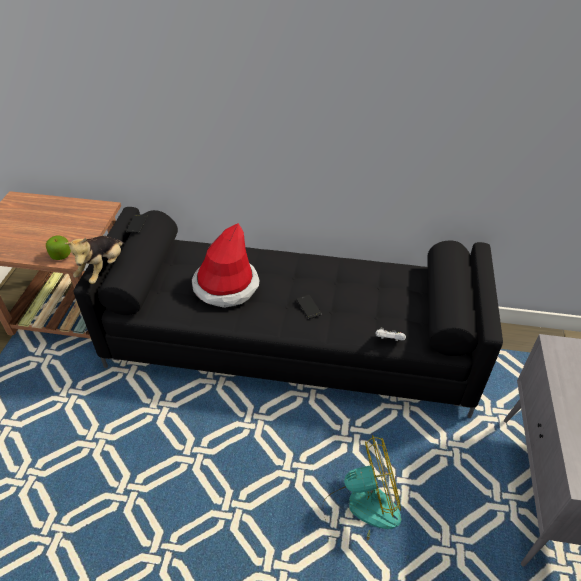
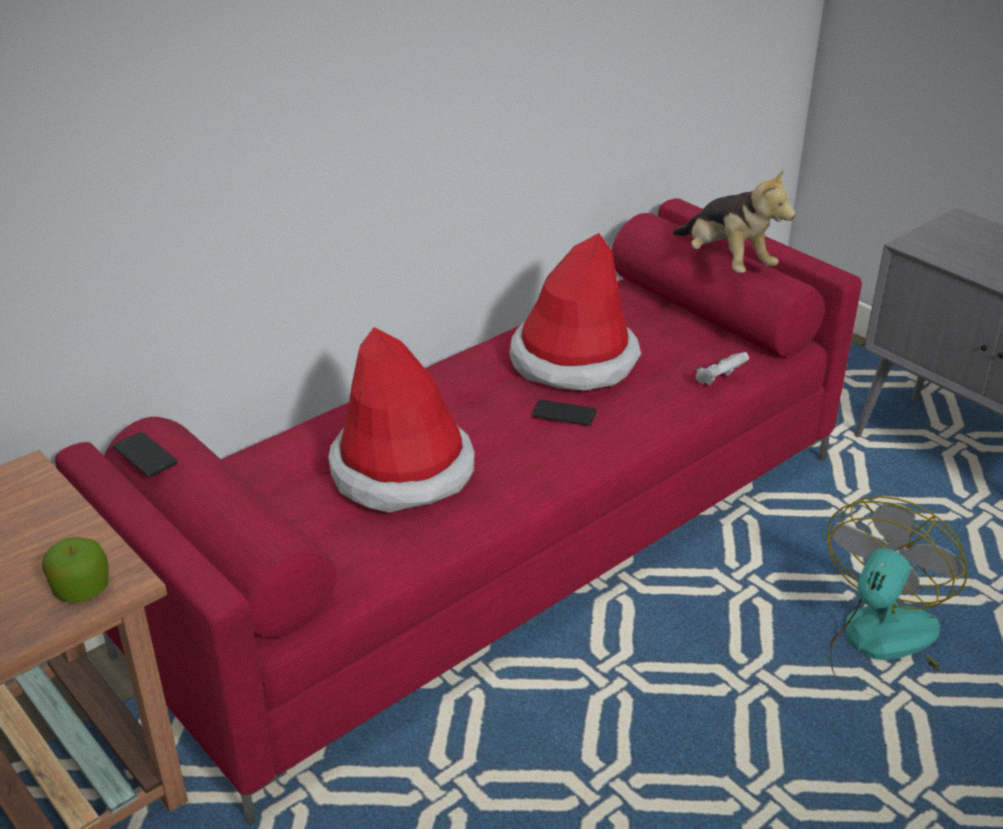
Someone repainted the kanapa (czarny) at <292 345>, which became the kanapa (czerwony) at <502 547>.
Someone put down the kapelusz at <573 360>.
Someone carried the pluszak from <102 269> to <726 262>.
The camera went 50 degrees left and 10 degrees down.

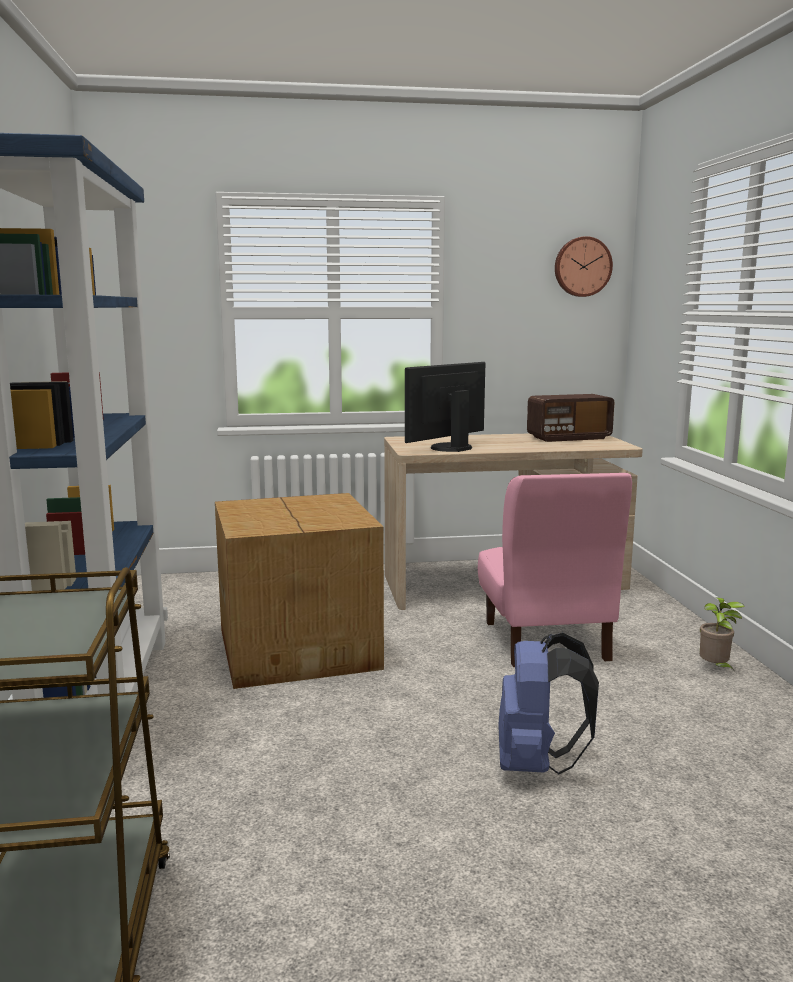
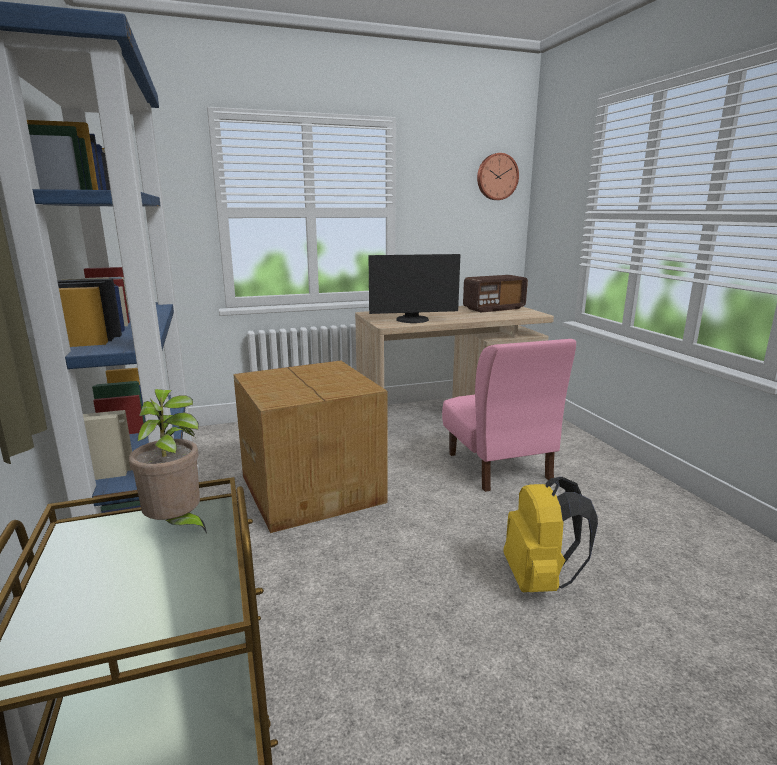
Someone carried the roślina doniczkowa from <715 669> to <177 527>.
Someone rotated the monitor at <449 448> by 135 degrees counterclockwise.
Someone repainted the plecak (niebieski) at <536 764>, which became the plecak (żółty) at <540 580>.
The camera went 10 degrees left and 5 degrees up.

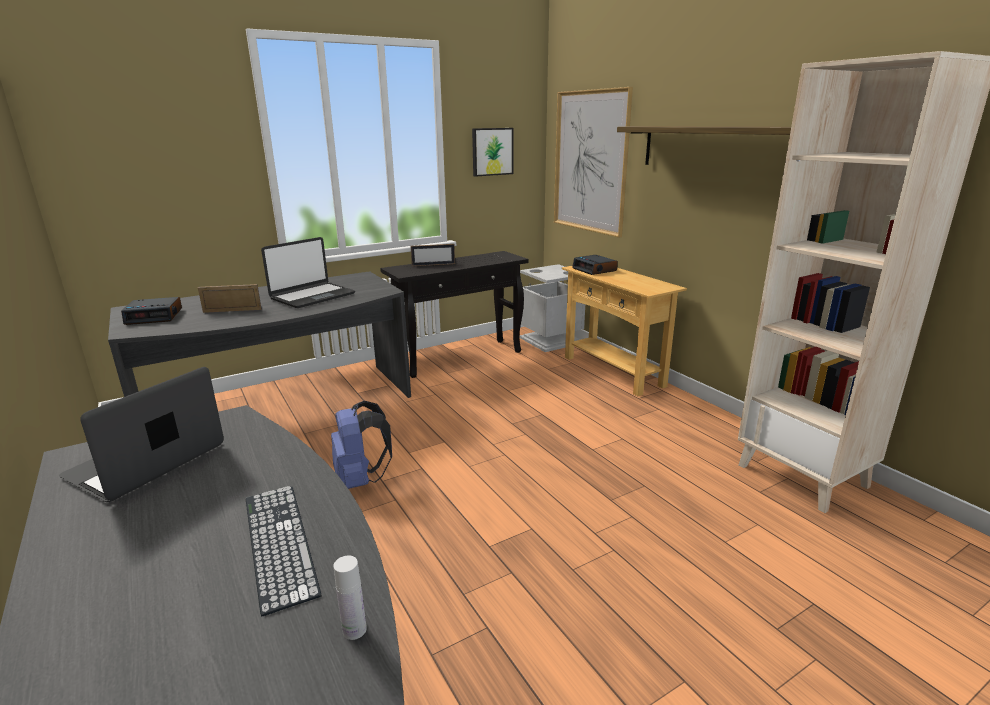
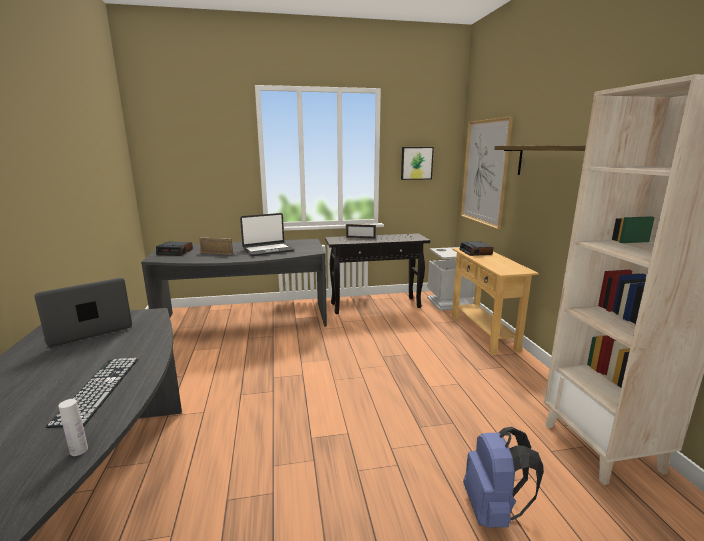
Someone carried the plecak (niebieski) from <360 480> to <493 510>.
The camera went 20 degrees right and 5 degrees down.

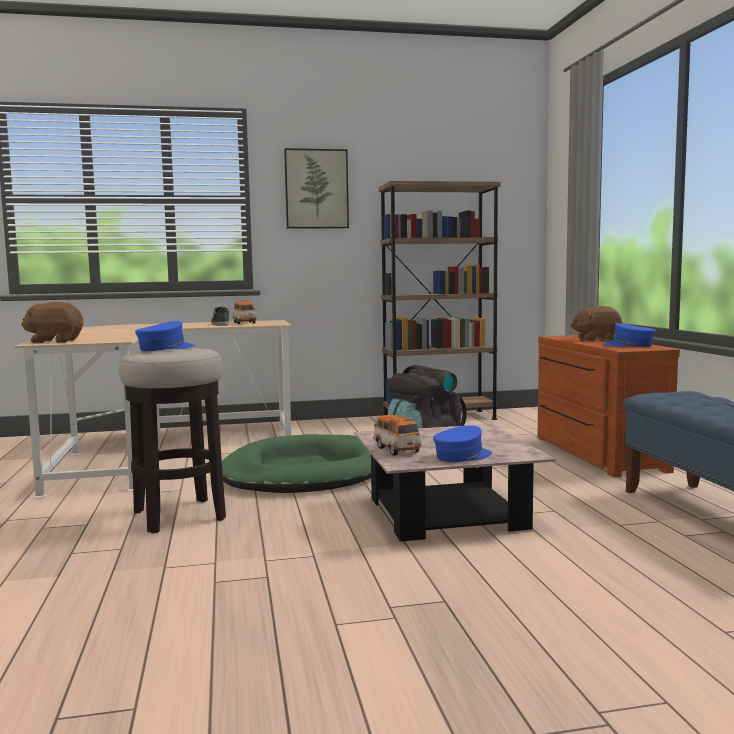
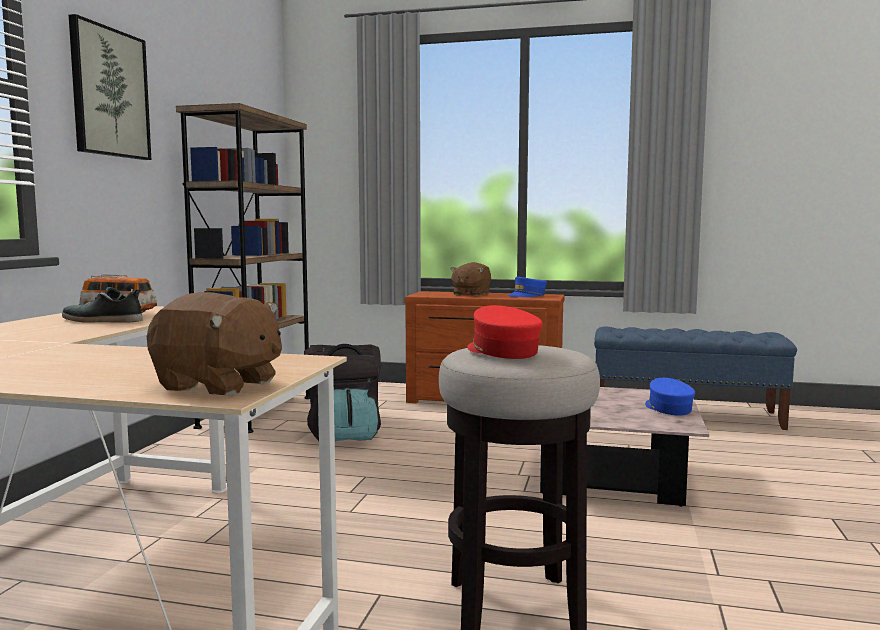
Someone rotated the pluszak (brązowy) at <55 341> by 90 degrees counterclockwise.
Someone repainted the czapka z daszkiem (niebieski) at <165 348>, which became the czapka z daszkiem (czerwony) at <502 351>.
Someone took away the legowisko (zielony) at <304 473>.
Someone took away the samochodzik at <396 450>.
The camera went 65 degrees left and 0 degrees up.

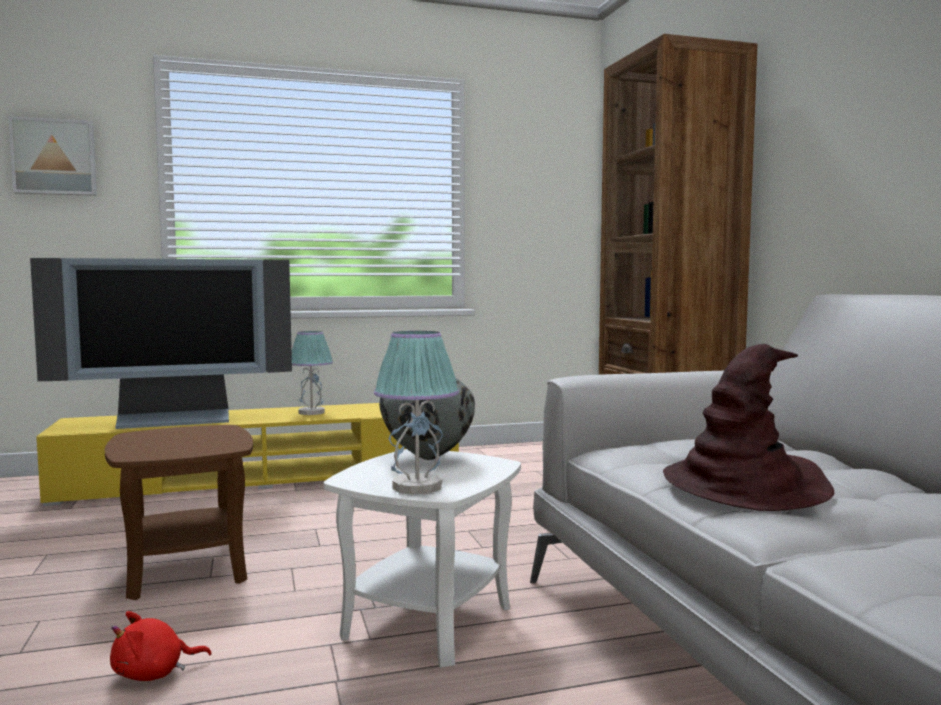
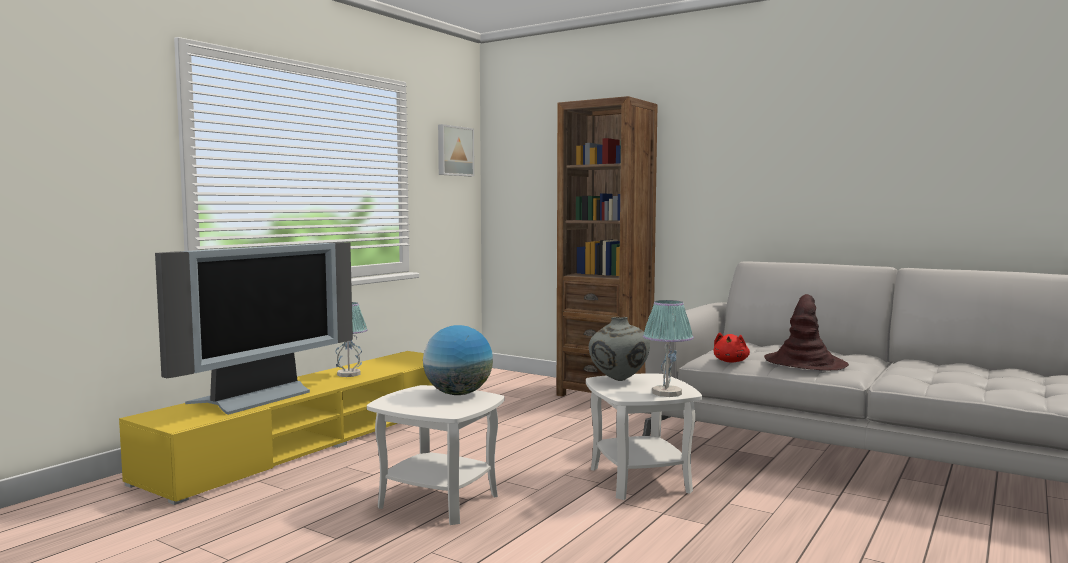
Someone repainted the stolik (brązowy) at <186 568>, which became the stolik (biały) at <439 501>.
Someone put down the globus at <458 394>.
Someone carried the obraz from <54 157> to <454 151>.
Someone carried the pluszak (czerwony) from <154 673> to <731 361>.
The camera went 40 degrees left and 0 degrees up.

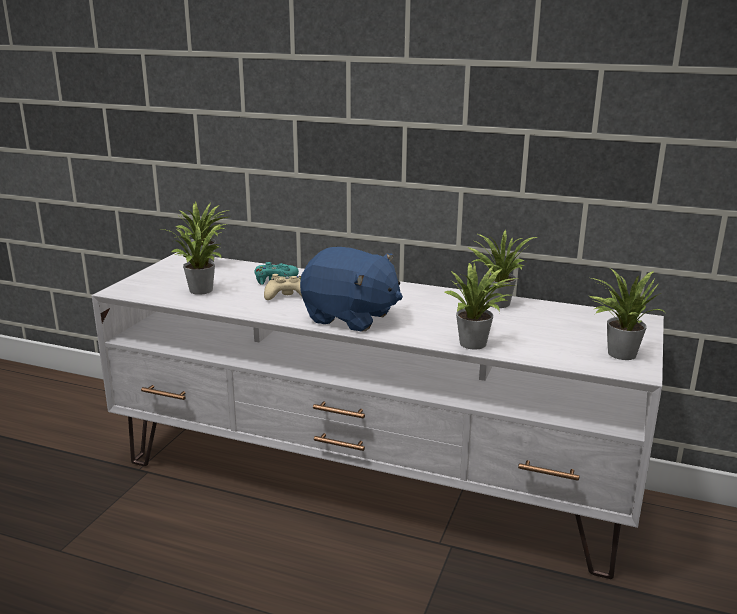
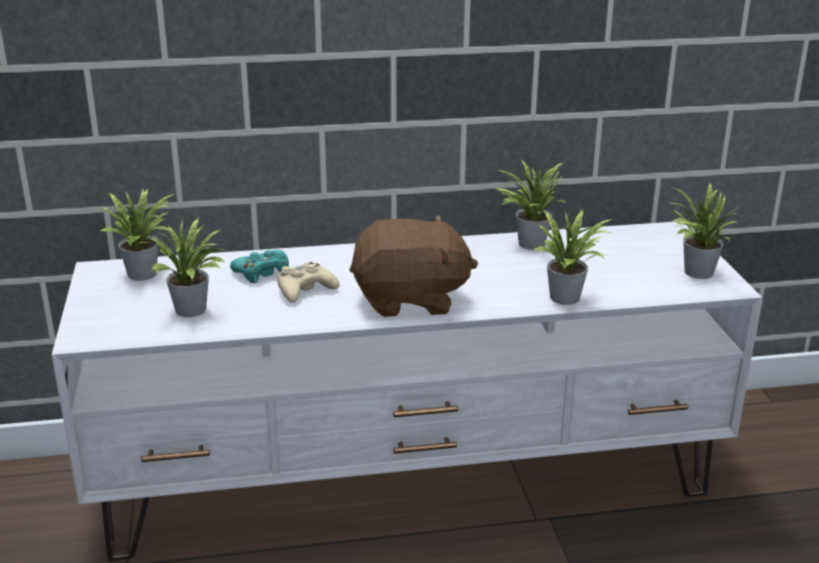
Someone repainted the pluszak (niebieski) at <350 317>, which became the pluszak (brązowy) at <410 300>.
The camera went 30 degrees left and 5 degrees up.

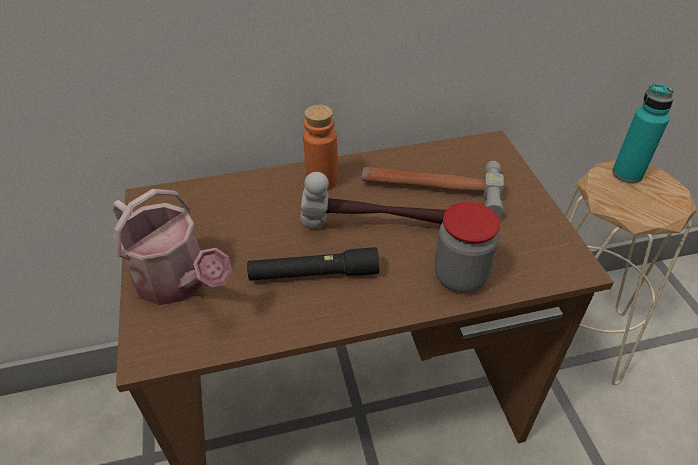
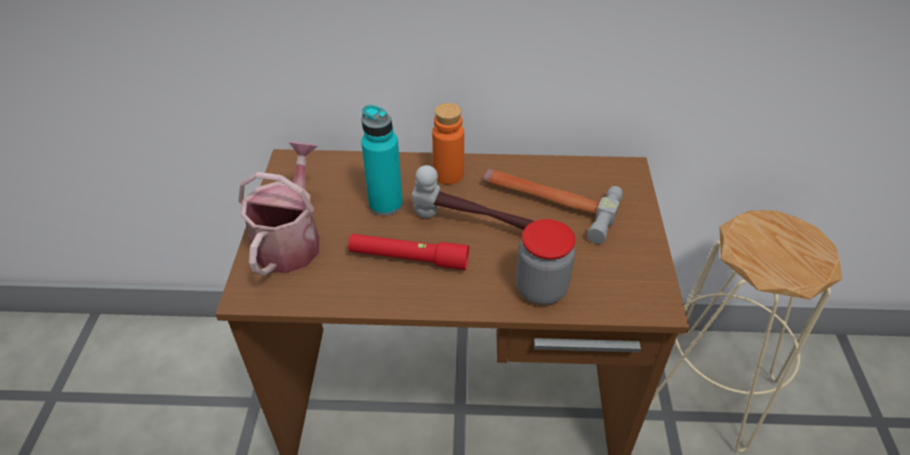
Someone rotated the konewka at <178 282> by 135 degrees counterclockwise.
Someone repainted the latarka (czarny) at <314 274>, which became the latarka (czerwony) at <408 258>.
Someone carried the butelka (turkusowy) from <627 174> to <385 204>.
The camera went 15 degrees right and 0 degrees up.

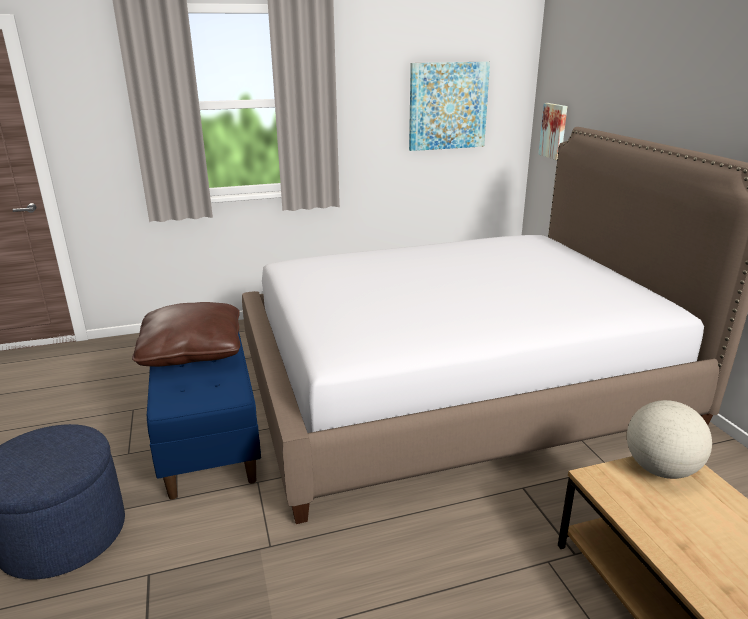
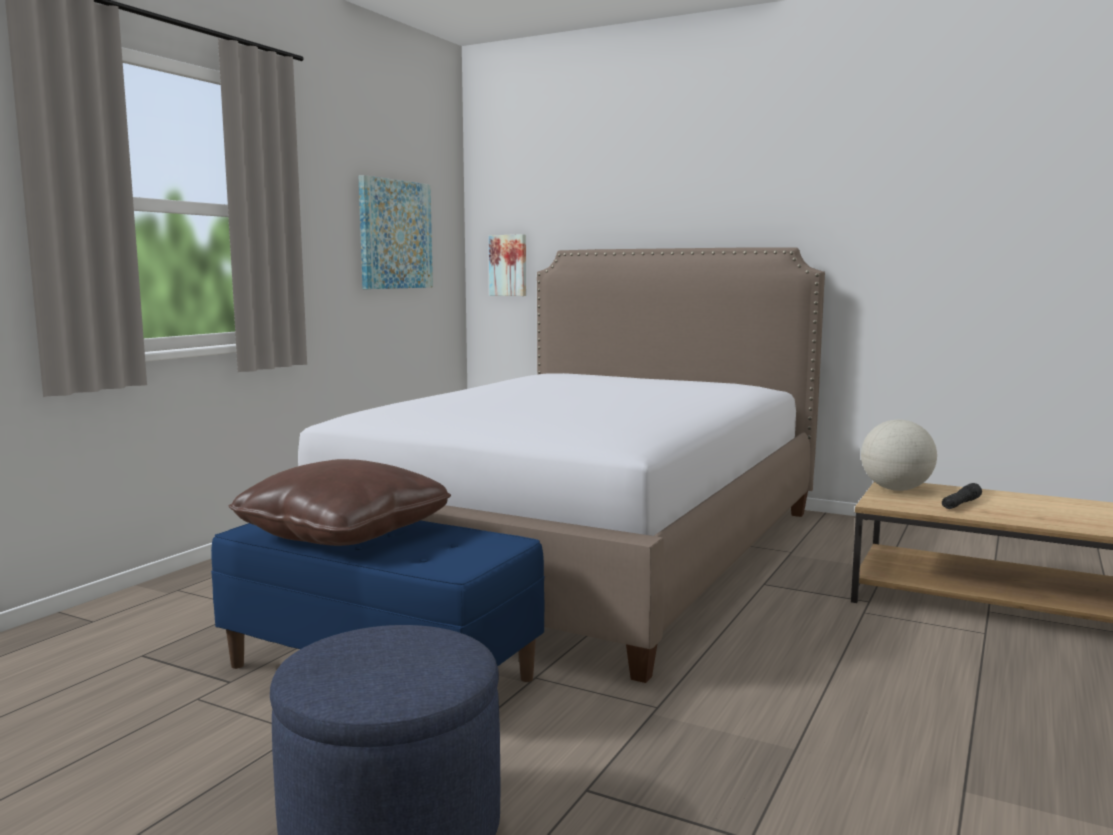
Someone put down the latarka (czarny) at <960 504>.
The camera went 45 degrees left and 15 degrees down.

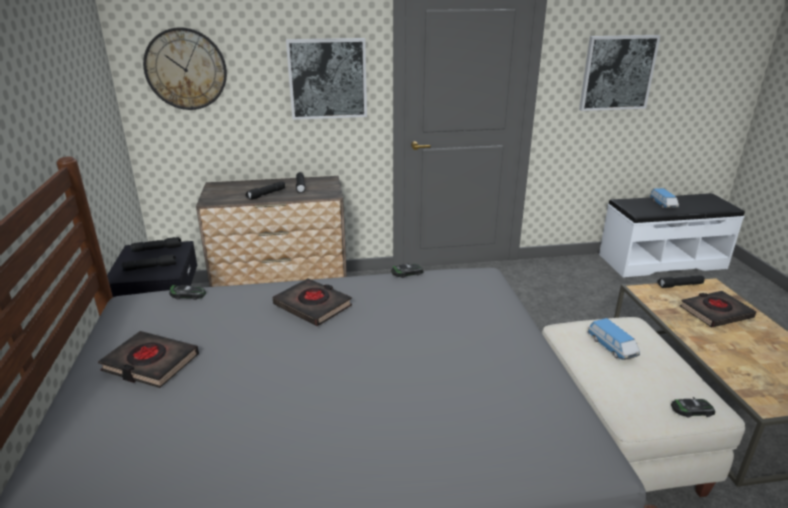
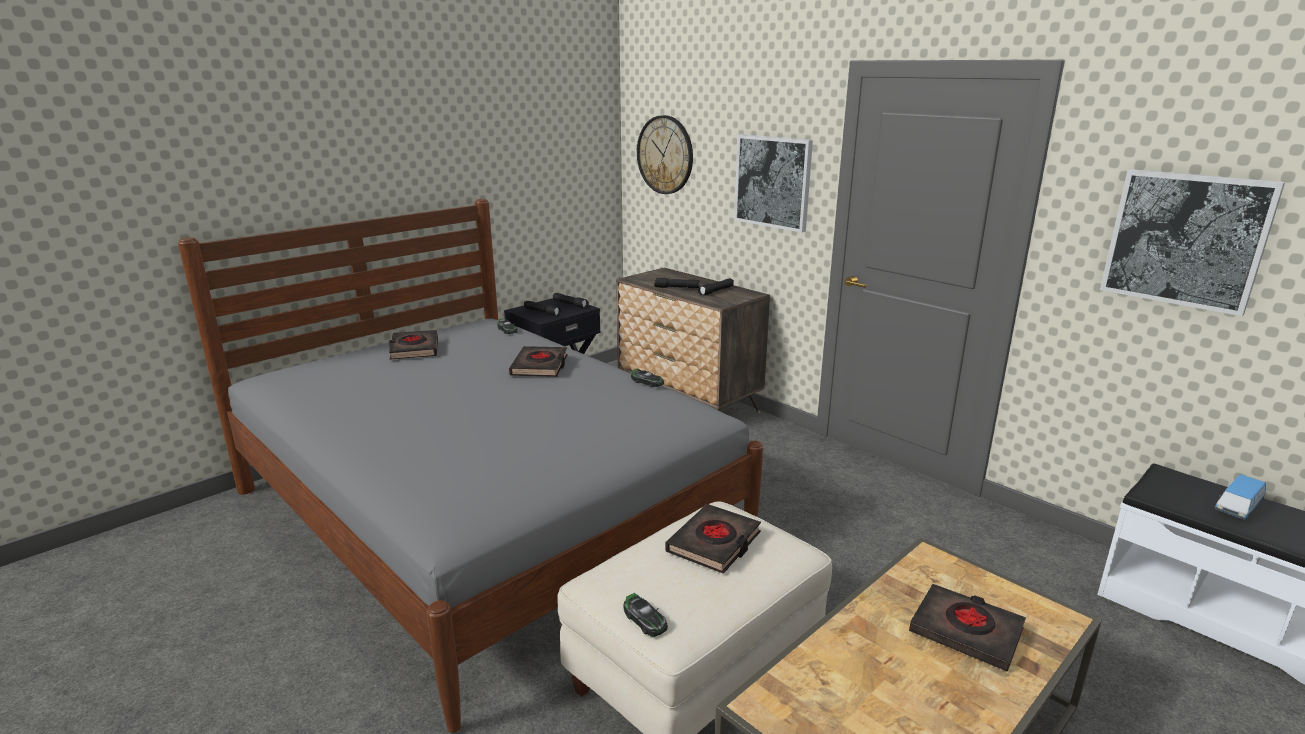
Someone swapped the samochodzik at <612 347> for the książka (czarny) at <714 543>.
Someone took away the latarka (czarny) at <680 286>.
The camera went 55 degrees right and 5 degrees down.

